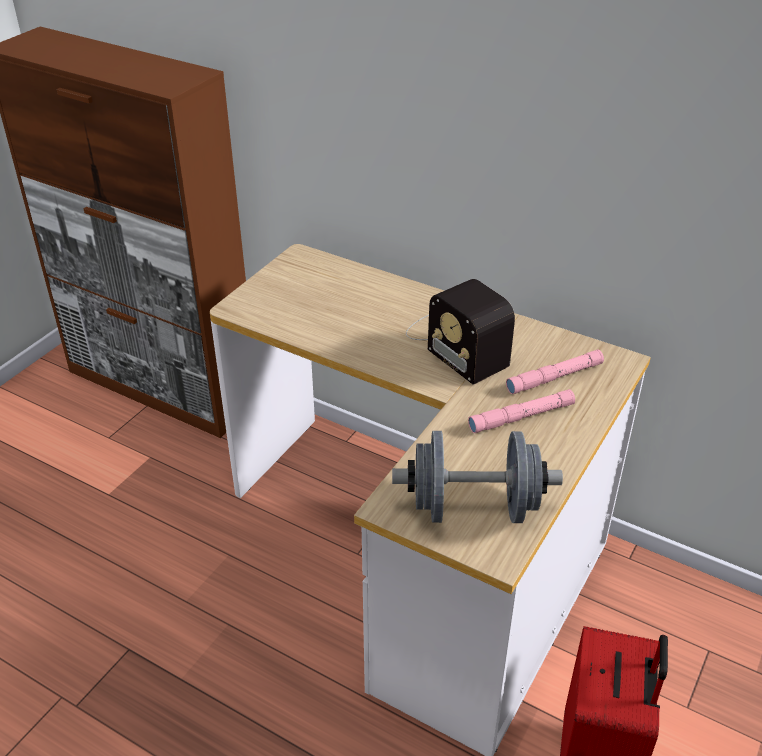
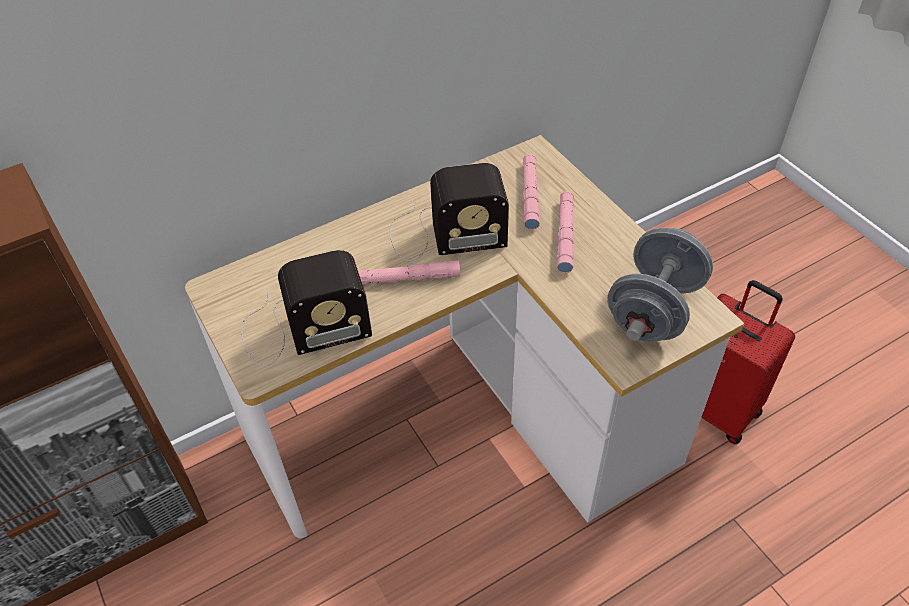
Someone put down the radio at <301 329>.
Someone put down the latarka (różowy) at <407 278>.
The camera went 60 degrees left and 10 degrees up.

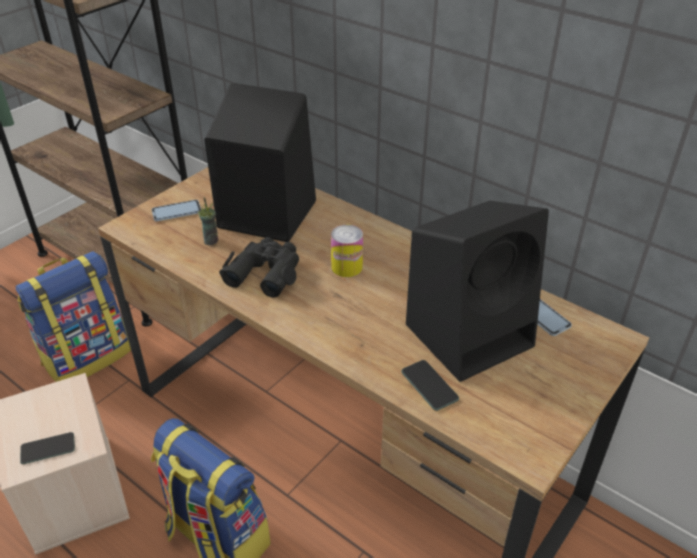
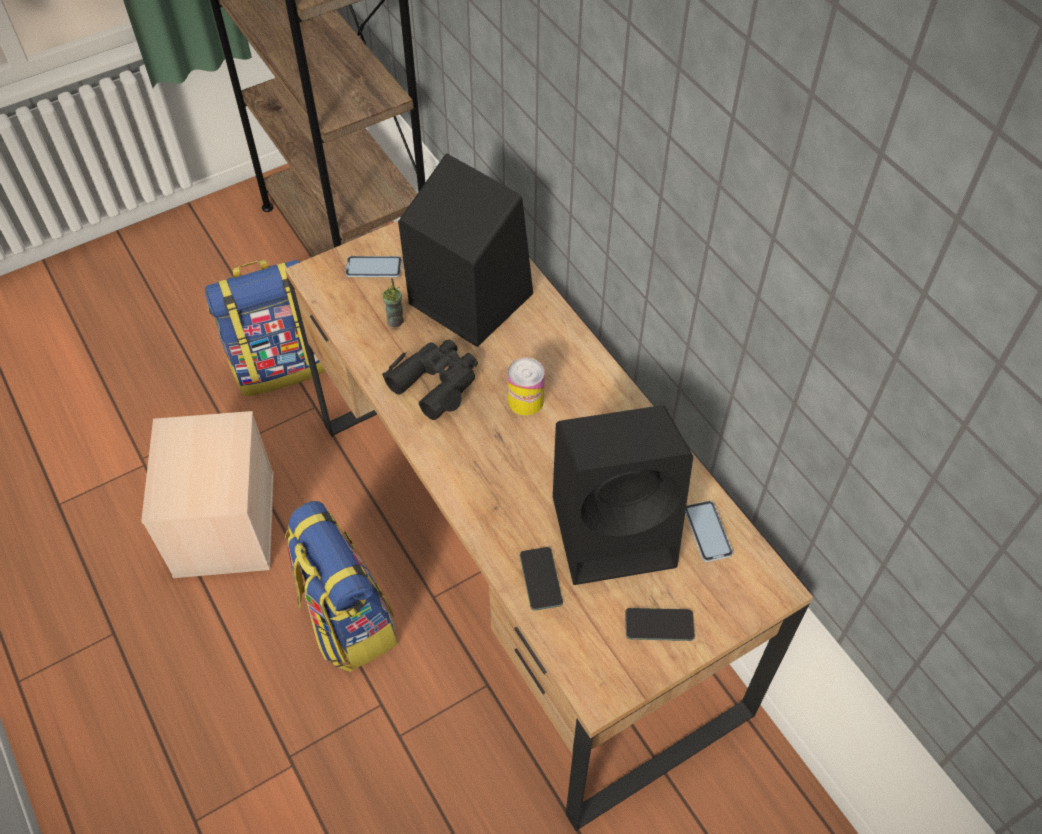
Someone carried the telefon from <48 448> to <659 625>.
The camera went 20 degrees right and 15 degrees up.

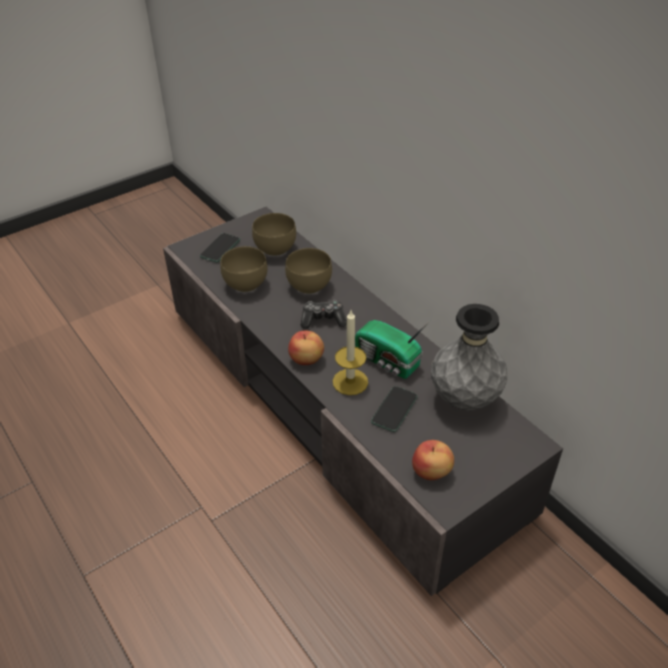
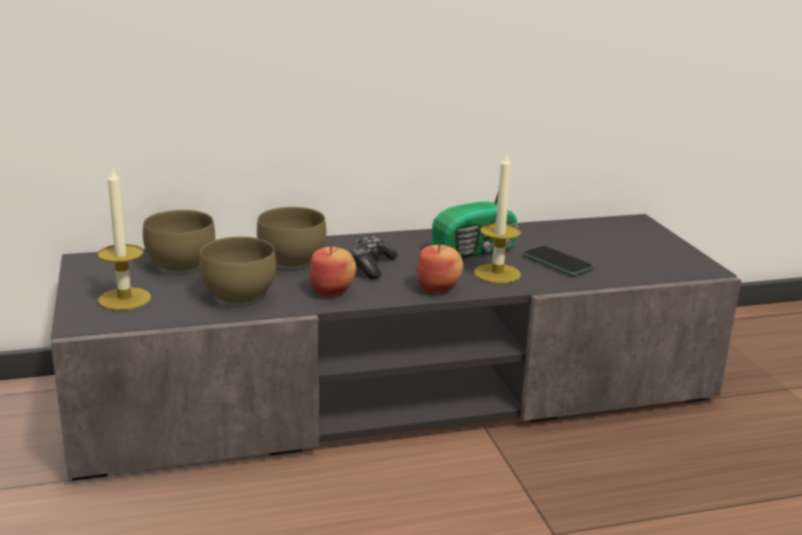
Someone swapped the telefon at <220 248> for the świeca at <124 299>.
Someone carried the jabłko from <431 472> to <332 291>.
Someone took away the wazon (szary) at <464 399>.
The camera went 70 degrees left and 20 degrees down.

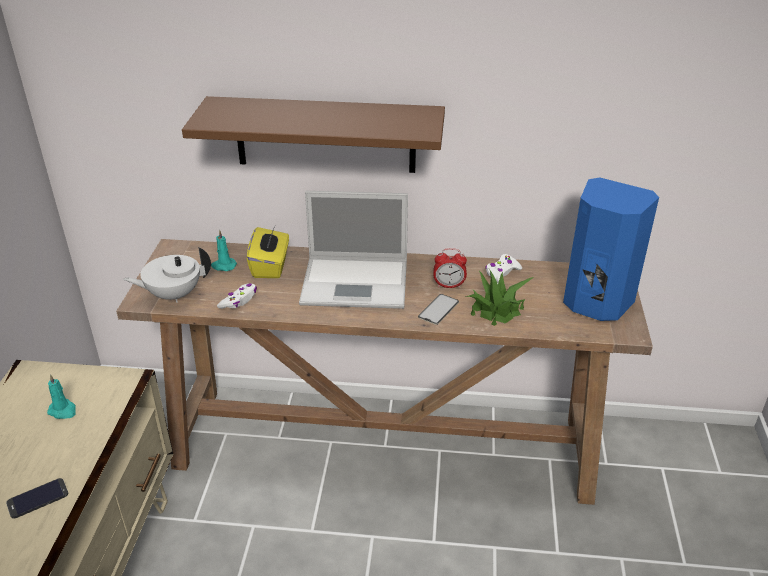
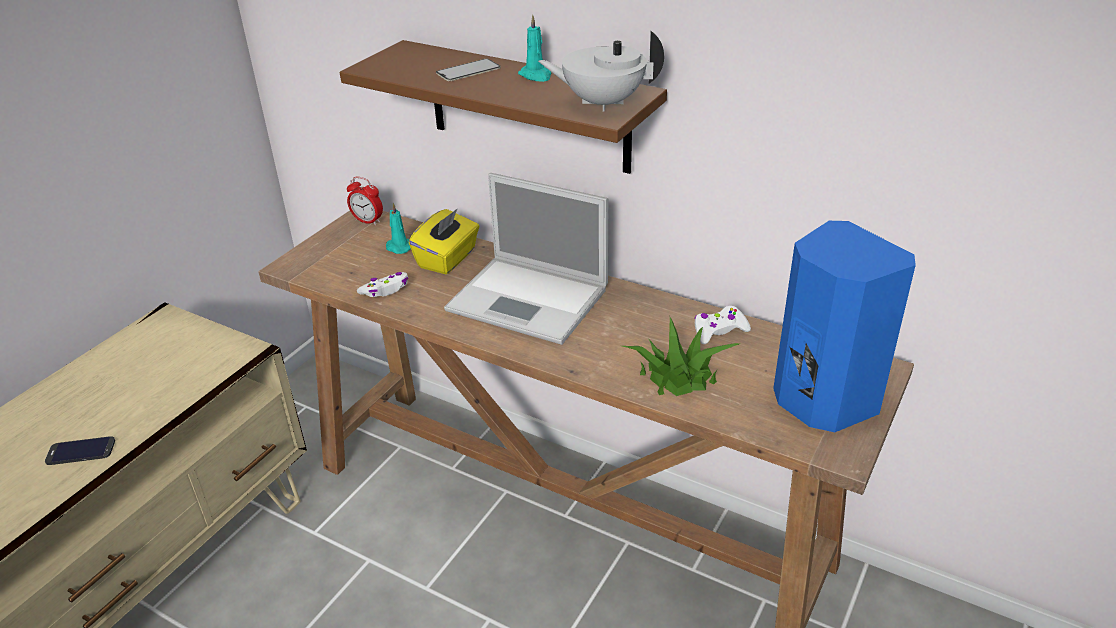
Someone carried the budzik from <449 285> to <368 221>.
Someone carried the telefon from <438 309> to <468 70>.
Someone carried the świeca (turkusowy) from <63 411> to <536 76>.
Someone carried the imbryk (biały) from <173 295> to <602 103>.
The camera went 25 degrees right and 0 degrees up.

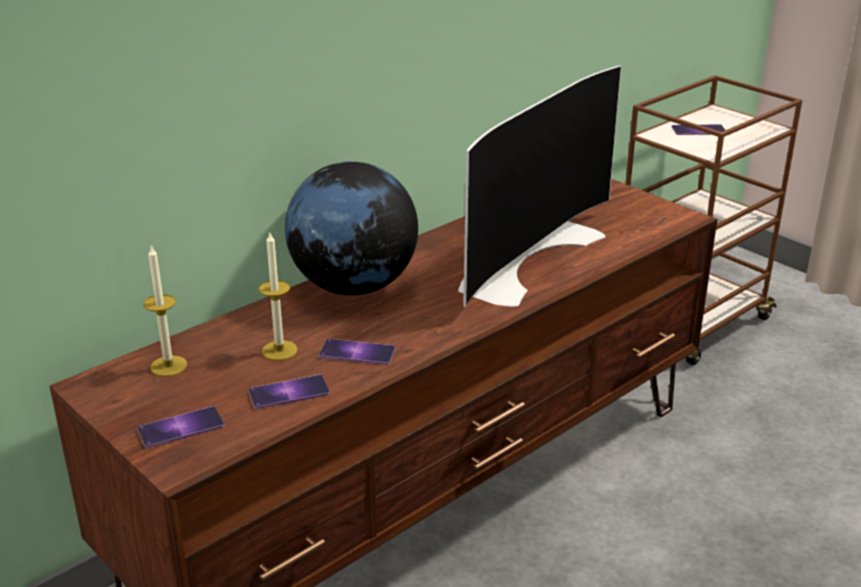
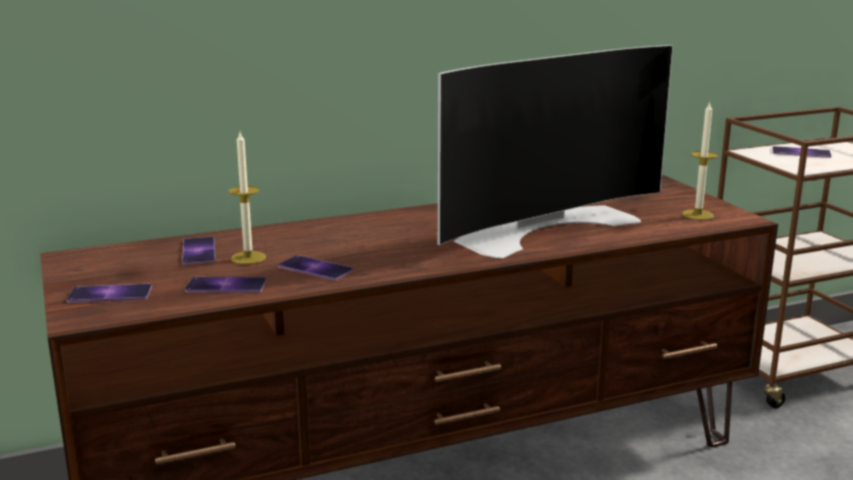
Someone put down the telefon at <199 251>.
Someone carried the świeca from <168 366> to <698 215>.
Someone took away the globus at <354 286>.
The camera went 20 degrees right and 10 degrees down.

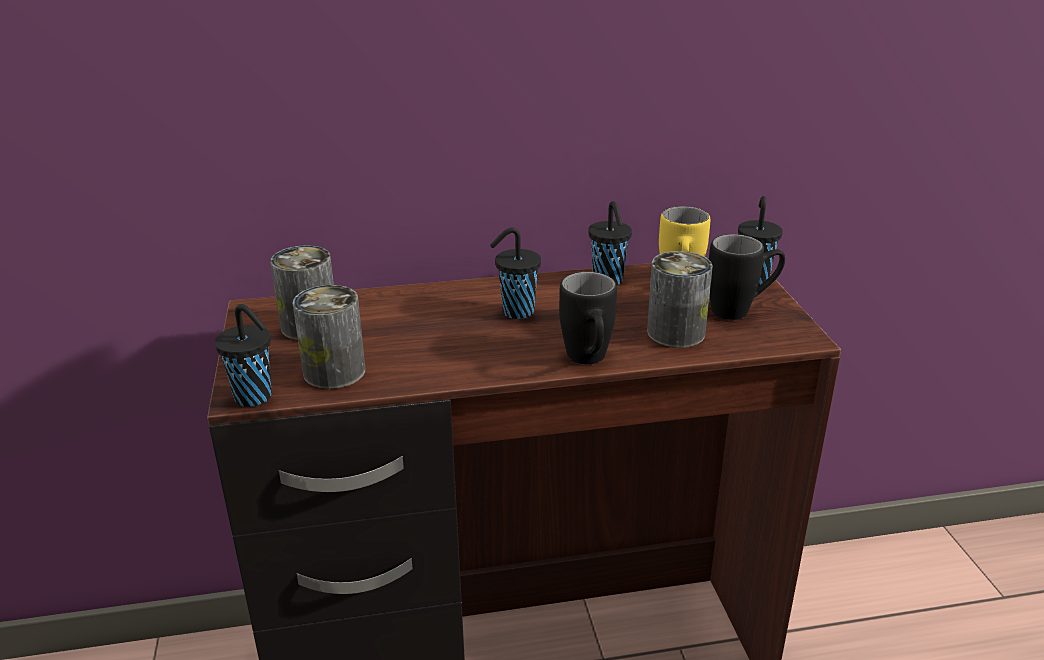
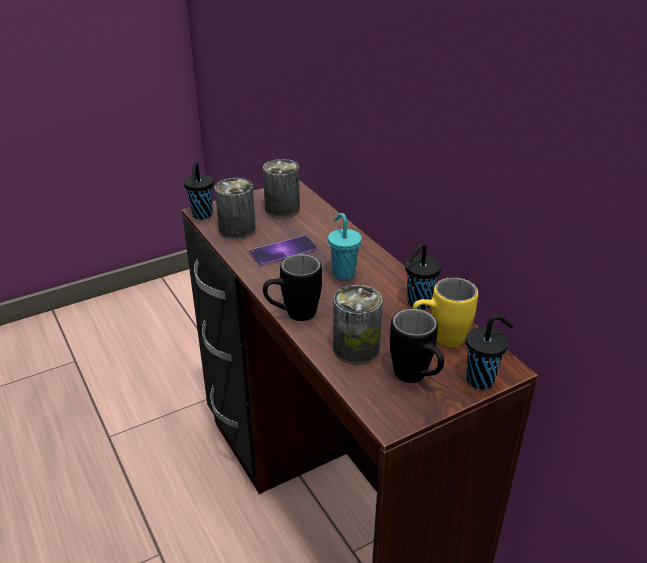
Someone put down the telefon at <283 251>.
Someone repainted the filiżanka (czarny) at <516 312>, which became the filiżanka (turkusowy) at <343 273>.
The camera went 70 degrees right and 5 degrees up.

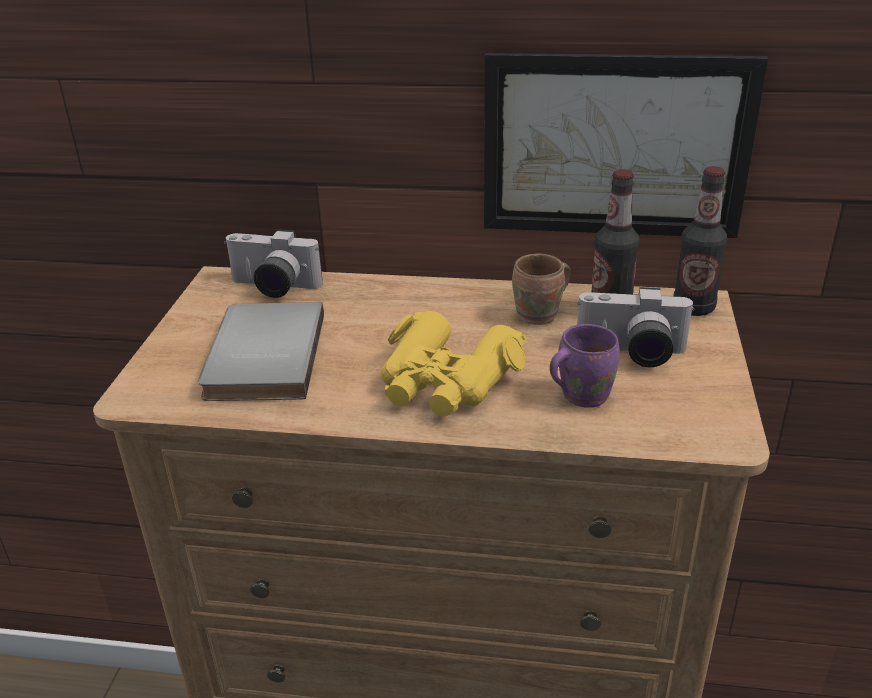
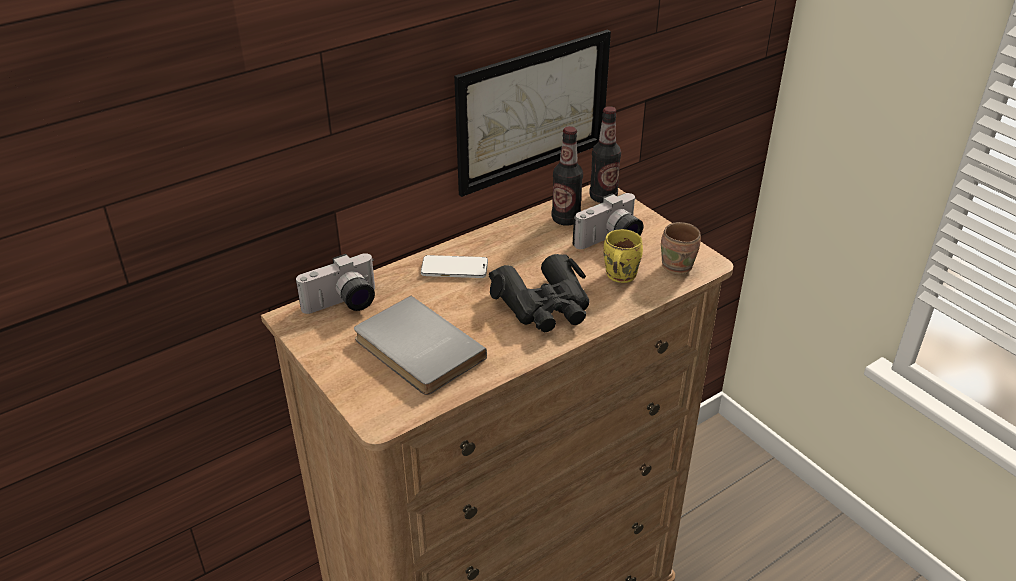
Someone put down the telefon at <454 269>.
Someone repainted the lornetka (żółty) at <446 381>, which became the lornetka (czarny) at <544 305>.
Someone repainted the kubek (fioletowy) at <580 394>, which became the kubek (żółty) at <618 275>.
Someone carried the kubek (brązowy) from <541 316> to <679 266>.
The camera went 45 degrees left and 5 degrees up.

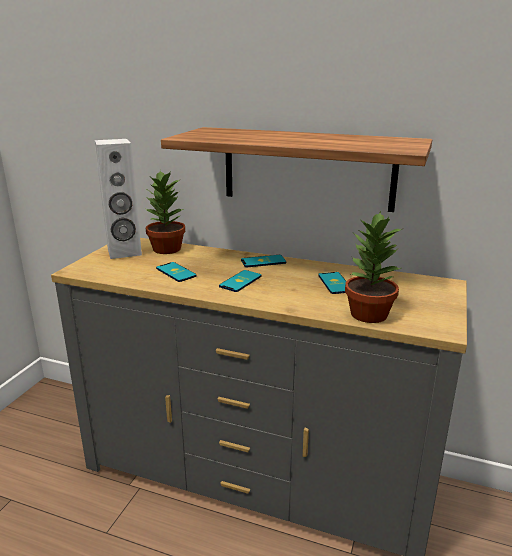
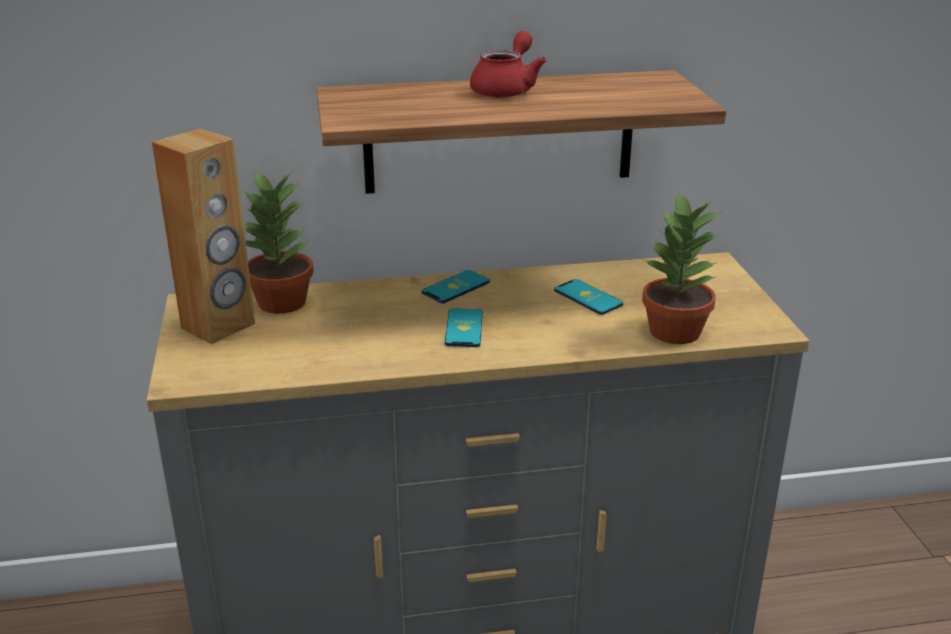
Someone repainted the głośnik (biały) at <124 252>, which became the głośnik (brązowy) at <219 326>.
Someone put down the imbryk (czerwony) at <507 89>.
Someone took away the telefon at <176 272>.
The camera went 30 degrees left and 5 degrees up.

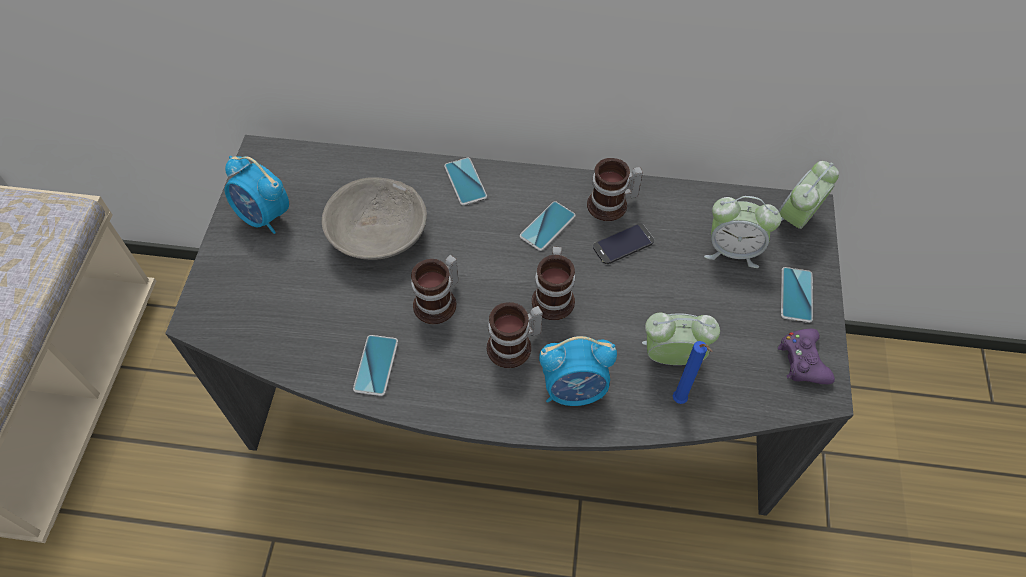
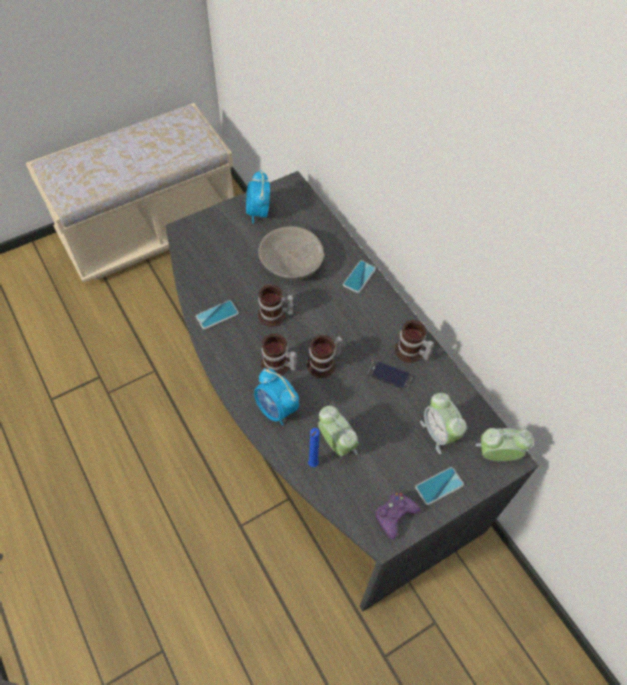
Someone took away the telefon at <547 226>.
The camera went 50 degrees right and 0 degrees up.

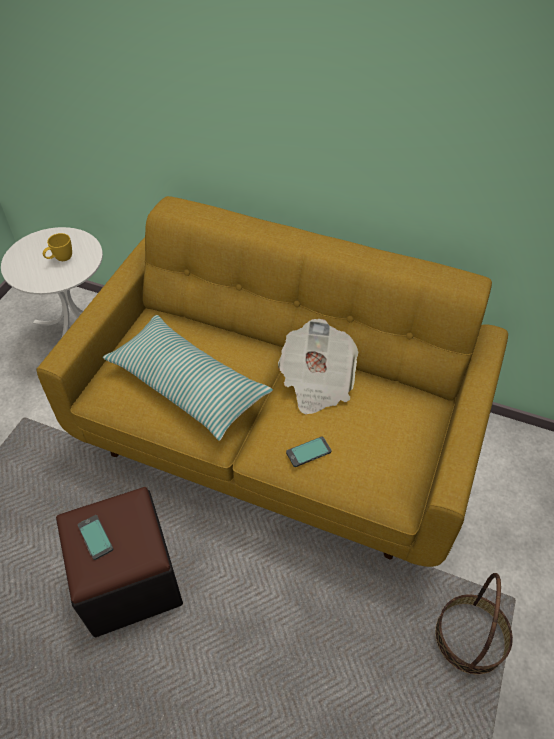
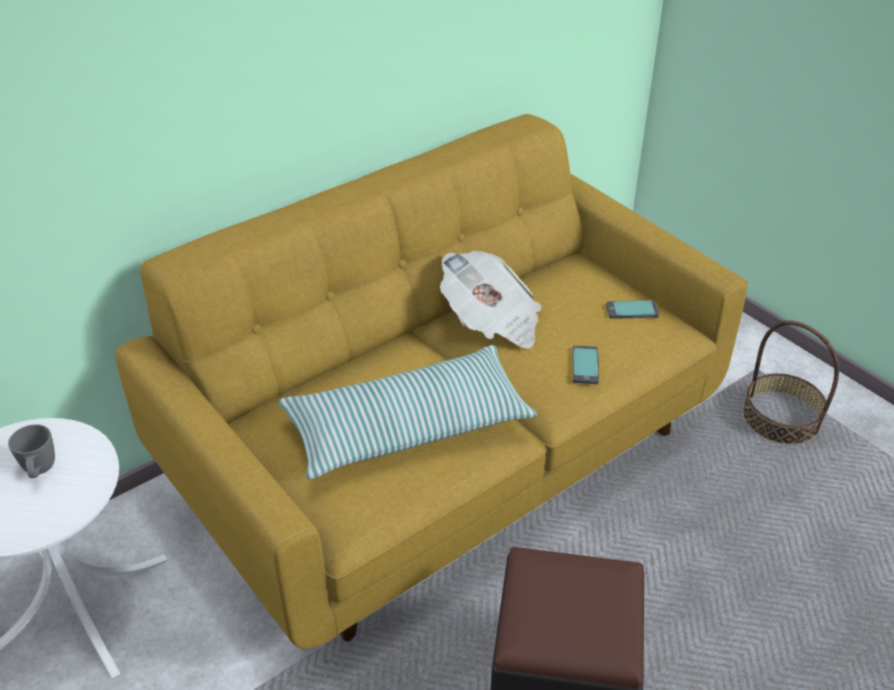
Someone repainted the kubek (żółty) at <60 259>, which became the kubek (szary) at <40 472>.
Someone carried the telefon from <95 537> to <632 311>.
The camera went 60 degrees left and 10 degrees down.

